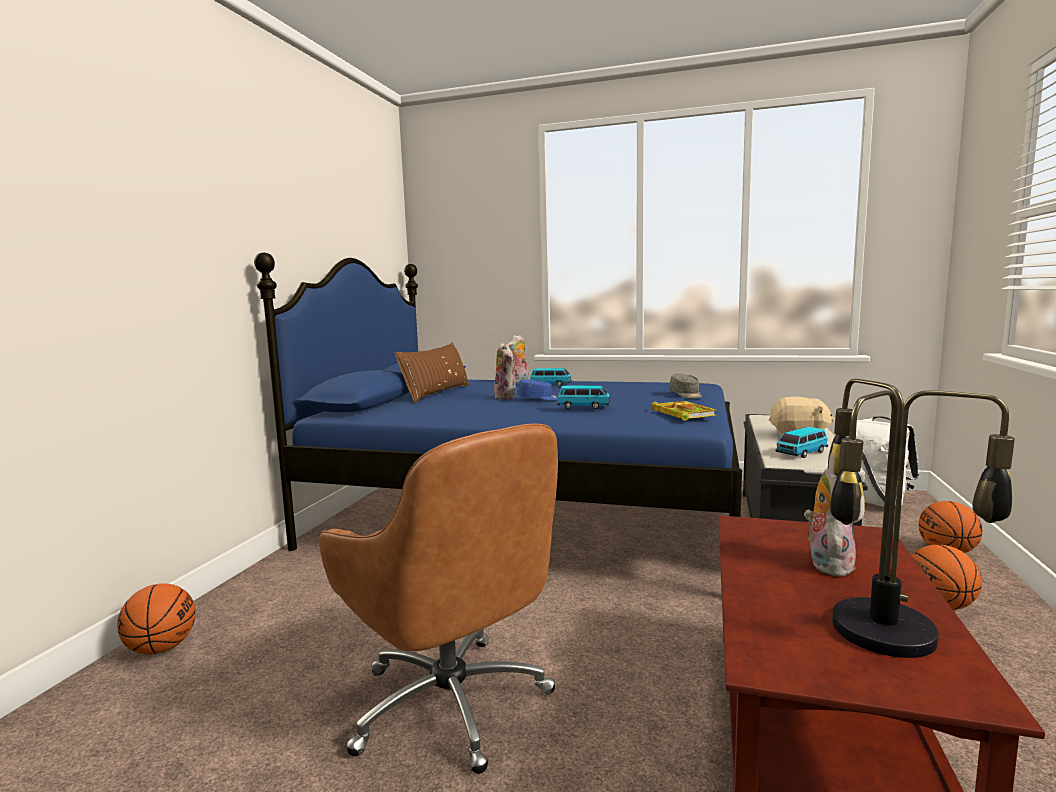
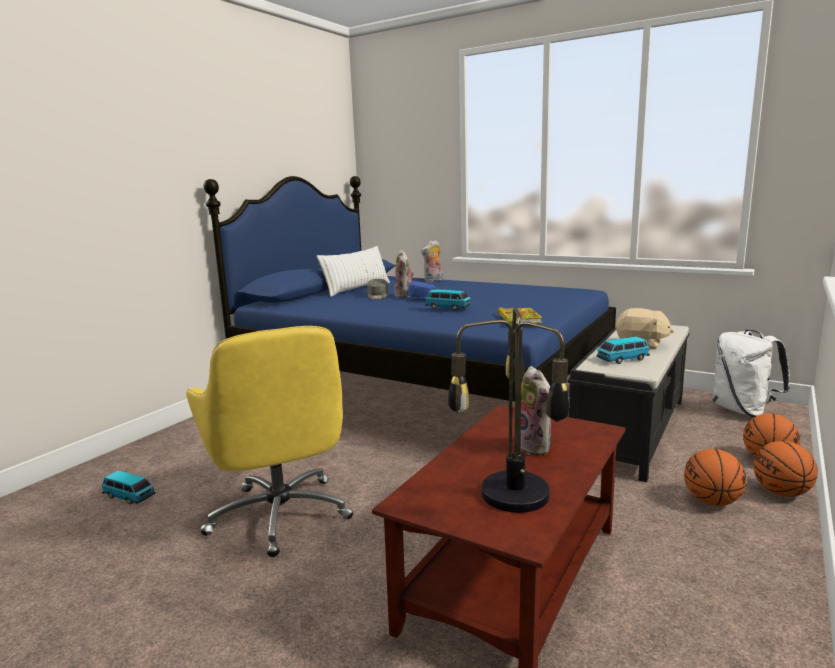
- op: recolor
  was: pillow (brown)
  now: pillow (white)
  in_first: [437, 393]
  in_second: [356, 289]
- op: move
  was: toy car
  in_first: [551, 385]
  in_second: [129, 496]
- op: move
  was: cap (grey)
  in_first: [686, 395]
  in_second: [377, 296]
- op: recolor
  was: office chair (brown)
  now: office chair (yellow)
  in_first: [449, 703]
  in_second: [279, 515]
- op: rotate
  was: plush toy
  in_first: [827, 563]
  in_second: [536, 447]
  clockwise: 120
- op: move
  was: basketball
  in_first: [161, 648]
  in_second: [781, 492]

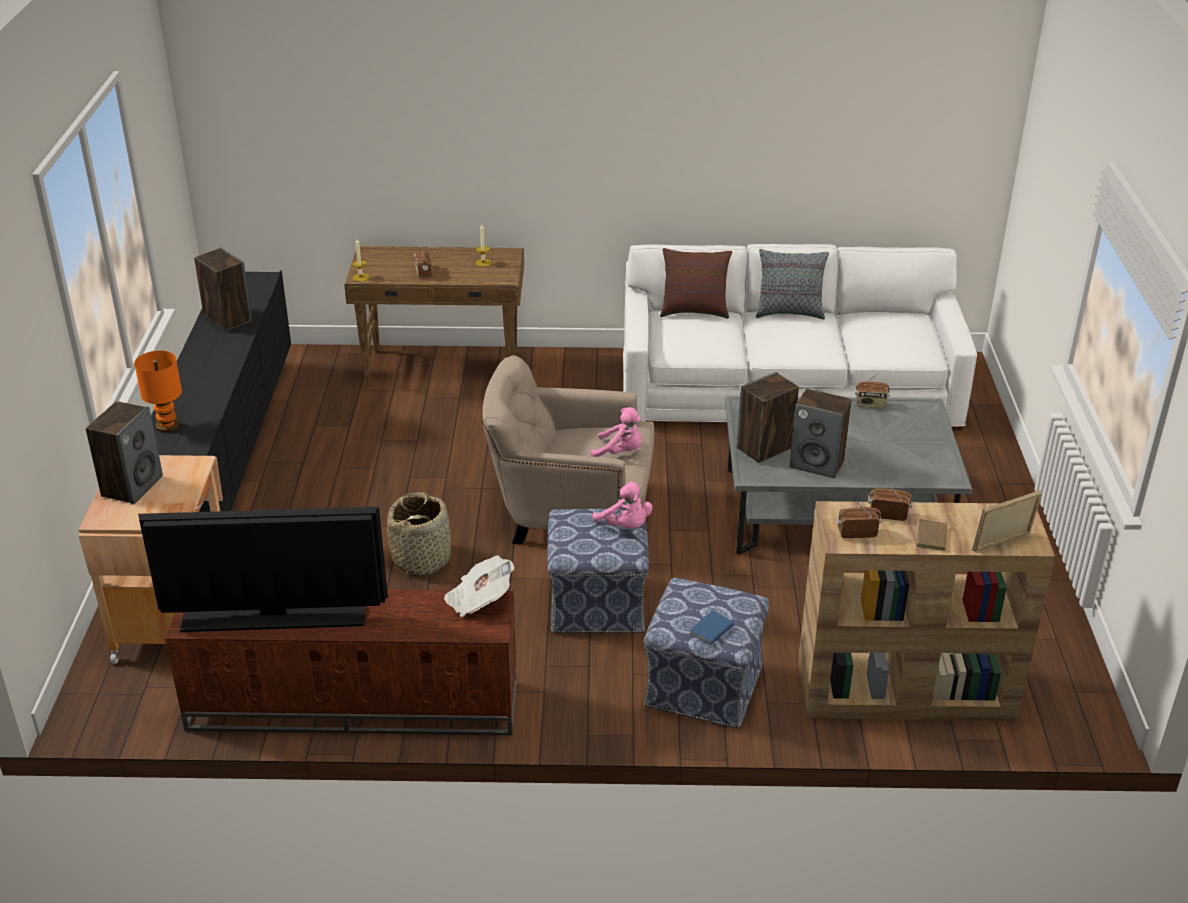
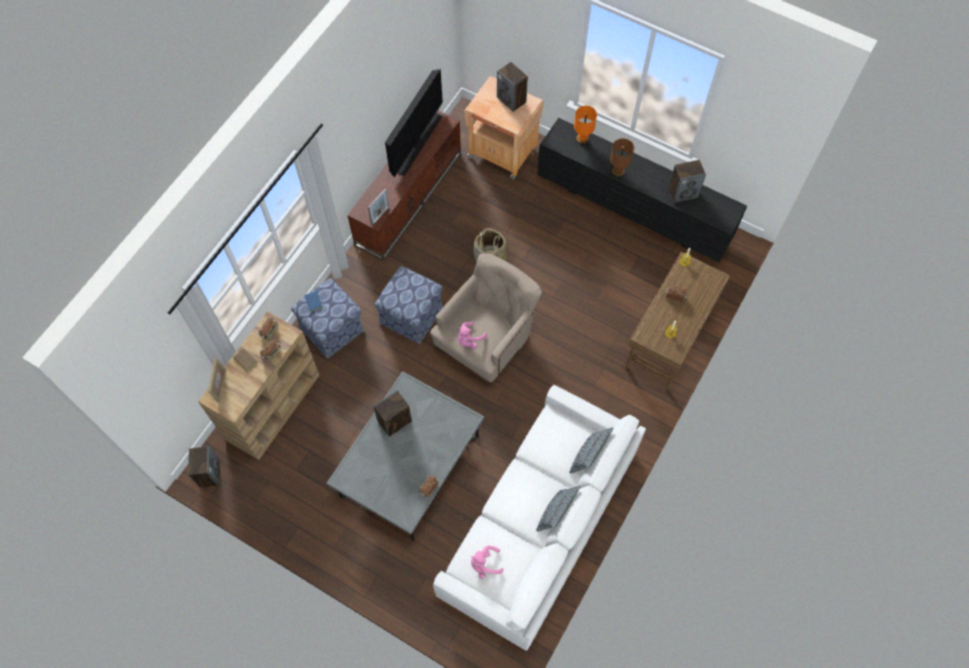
- op: recolor
  was: pillow (brown)
  now: pillow (grey)
  in_first: [694, 312]
  in_second: [588, 457]
- op: move
  was: speaker
  in_first: [764, 448]
  in_second: [209, 473]
- op: move
  was: plush toy (pink)
  in_first: [625, 526]
  in_second: [485, 564]
- op: replace
  was: newspaper
  now: picture frame
  in_first: [479, 600]
  in_second: [380, 216]
- op: insert
  now: table lamp (brown)
  in_second: [618, 171]

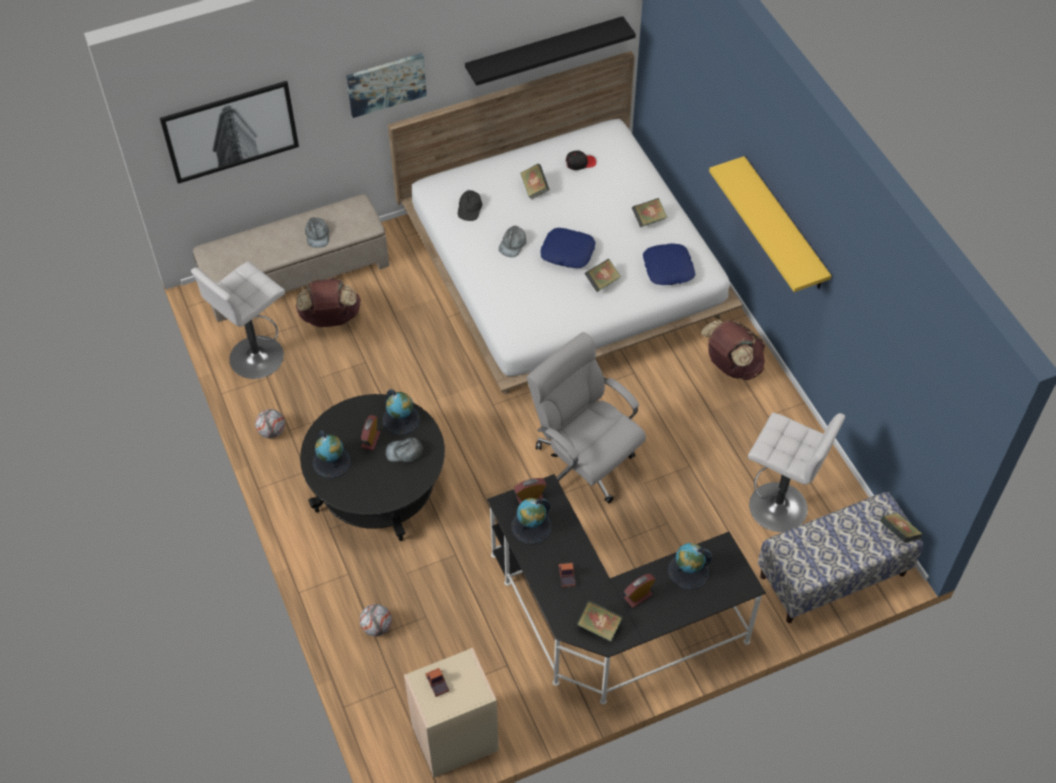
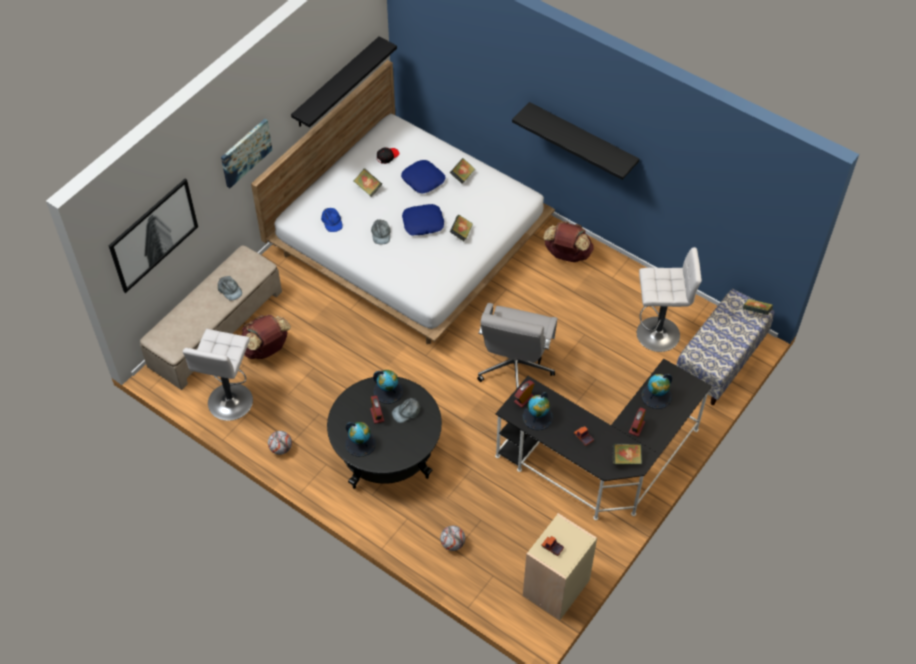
- op: recolor
  was: shelf (yellow)
  now: shelf (black)
  in_first: [784, 225]
  in_second: [582, 138]
- op: recolor
  was: cap (black)
  now: cap (blue)
  in_first: [469, 208]
  in_second: [332, 222]
- op: move
  was: pillow (blue)
  in_first: [668, 268]
  in_second: [423, 179]
- op: rotate
  was: office chair (grey)
  in_first: [583, 465]
  in_second: [515, 367]
  clockwise: -90

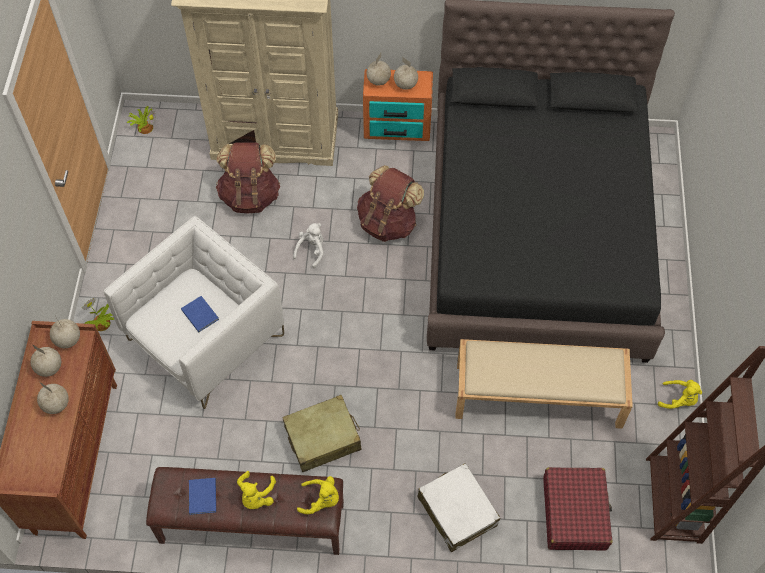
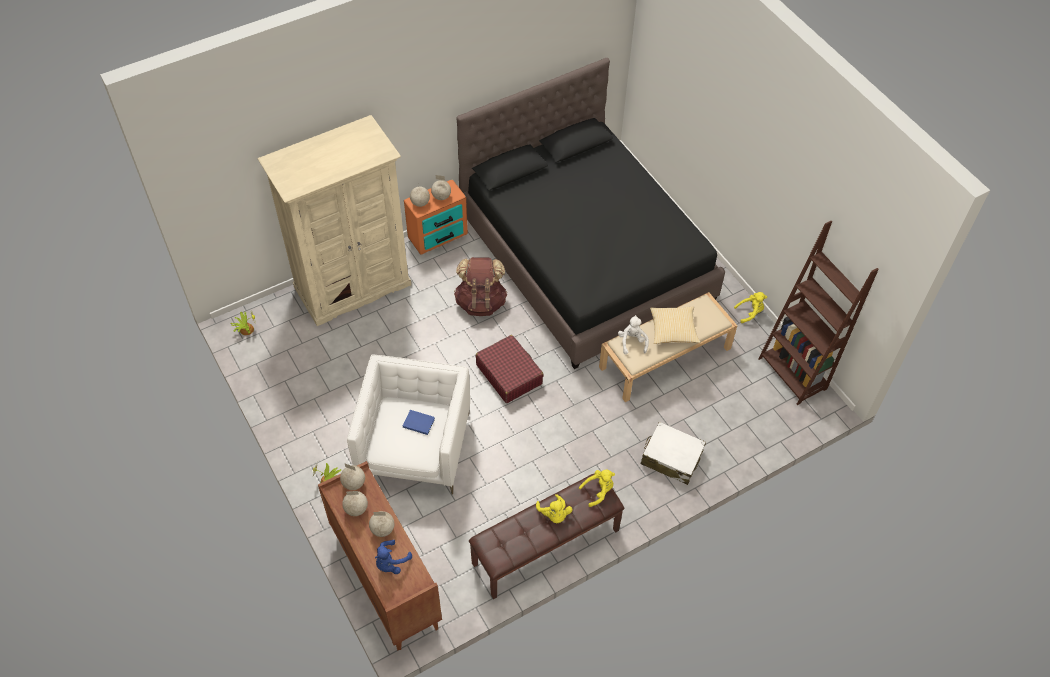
- op: delete
  was: backpack (brown)
  in_first: [250, 195]
- op: move
  was: plush toy (white)
  in_first: [311, 250]
  in_second: [632, 342]
- op: delete
  was: suitcase (beige)
  in_first: [323, 438]
- op: move
  was: suitcase (red)
  in_first: [574, 513]
  in_second: [509, 374]
- op: delete
  was: book (blue)
  in_first: [202, 497]
- op: insert
  now: pillow
  in_second: [673, 330]
- op: insert
  now: plush toy (blue)
  in_second: [391, 563]

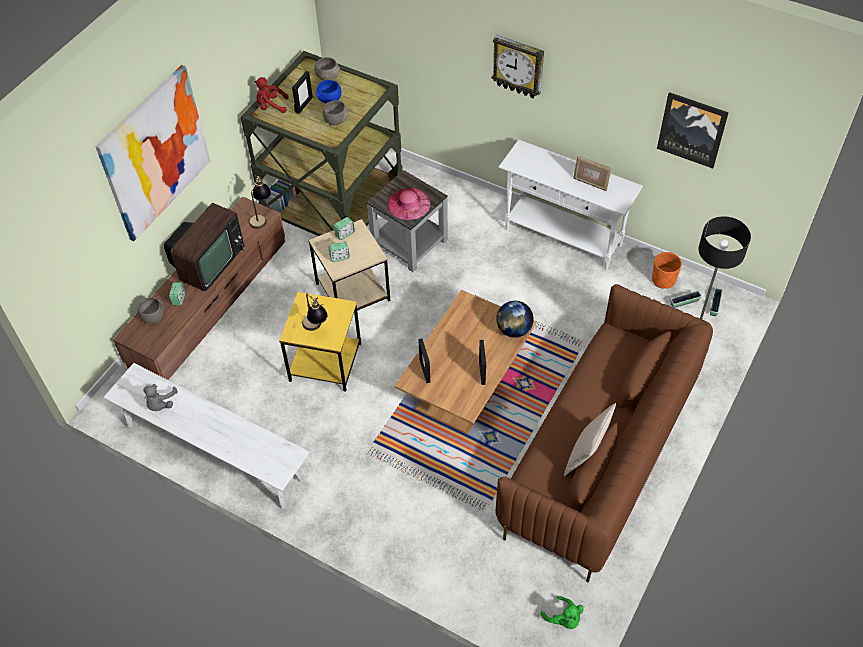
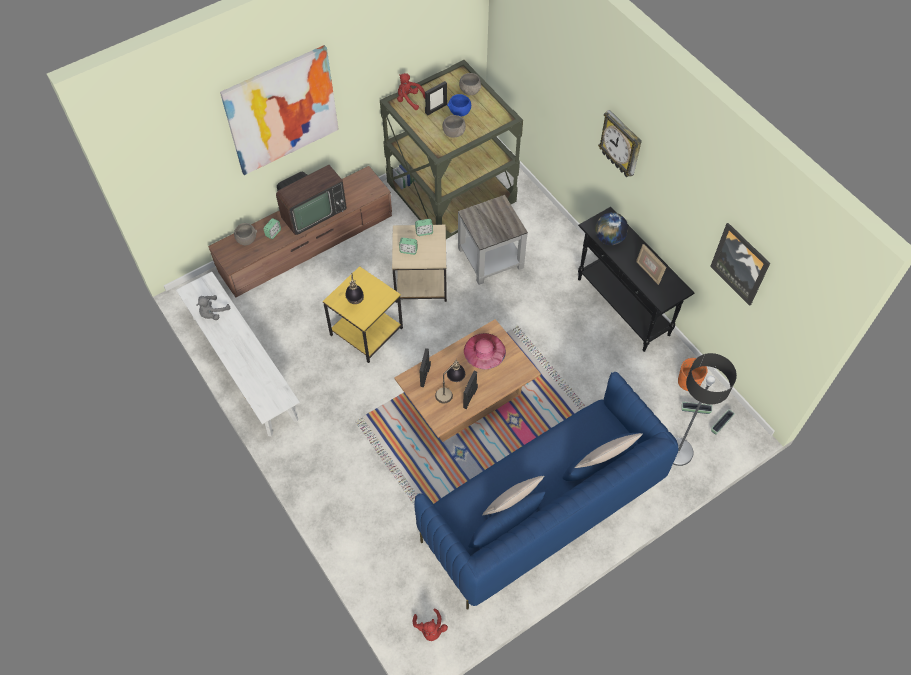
- op: recolor
  was: console table (white)
  now: console table (black)
  in_first: [563, 238]
  in_second: [623, 307]
- op: move
  was: table lamp
  in_first: [262, 217]
  in_second: [450, 391]
- op: move
  was: hat (pink)
  in_first: [409, 204]
  in_second: [484, 351]
- op: recolor
  was: sofa (brown)
  now: sofa (blue)
  in_first: [599, 451]
  in_second: [542, 506]
- op: move
  was: globe
  in_first: [514, 330]
  in_second: [609, 238]
- op: recolor
  was: plush toy (green)
  now: plush toy (red)
  in_first: [564, 619]
  in_second: [430, 629]
- op: insert
  now: pillow (beige)
  in_second: [604, 463]

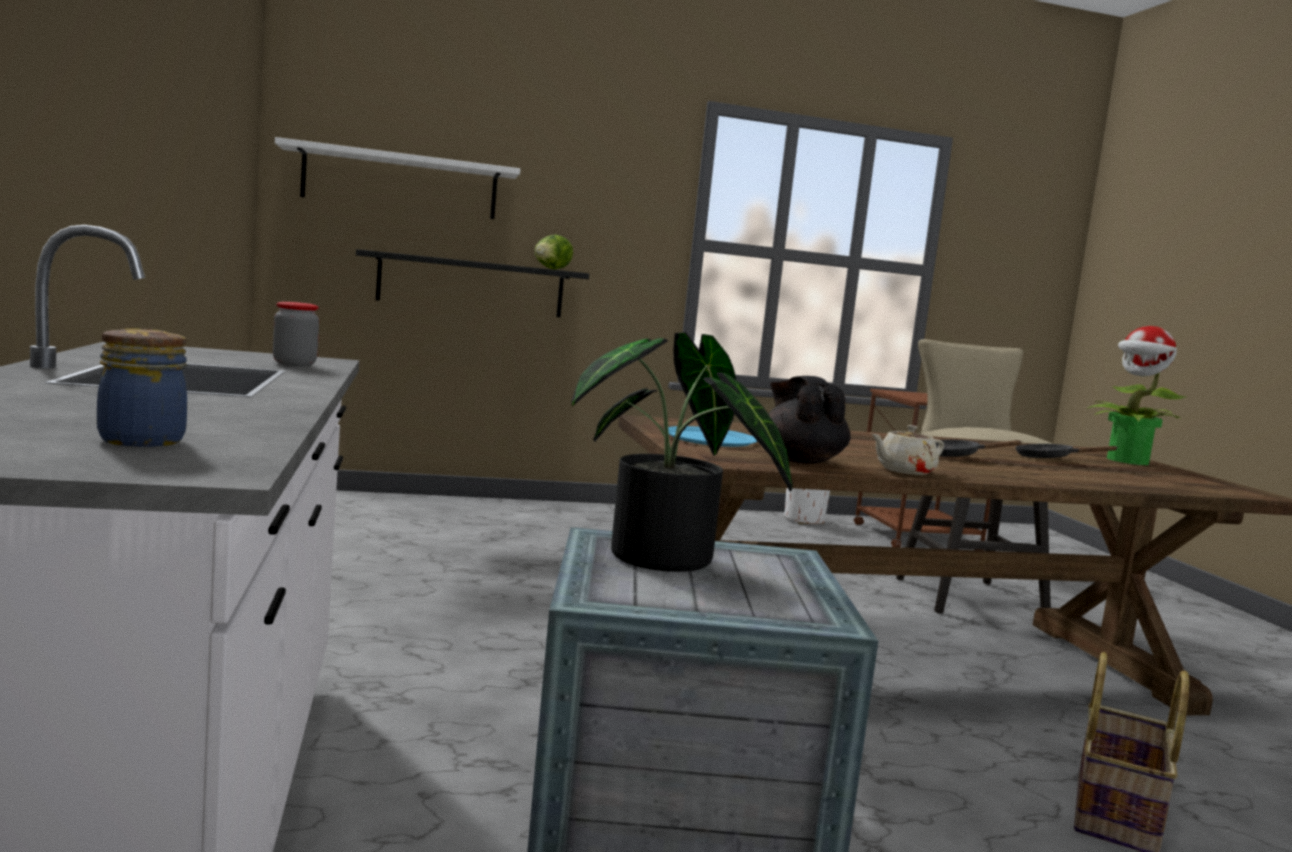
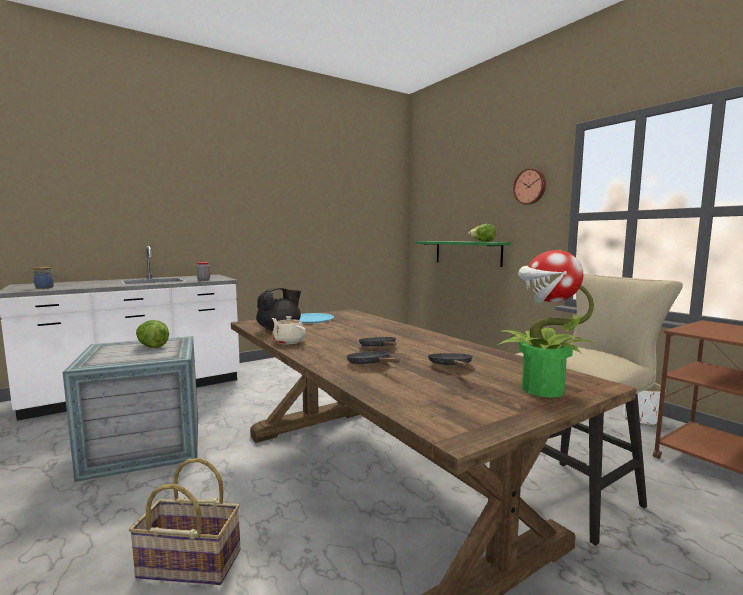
- op: delete
  was: shelf (white)
  in_first: [401, 183]
- op: recolor
  was: shelf (black)
  now: shelf (green)
  in_first: [471, 285]
  in_second: [467, 252]
- op: replace
  was: potted plant
  now: lettuce
  in_first: [665, 562]
  in_second: [152, 346]
- op: insert
  now: wall clock
  in_second: [530, 186]
- op: insert
  now: frying pan (black)
  in_second: [370, 364]

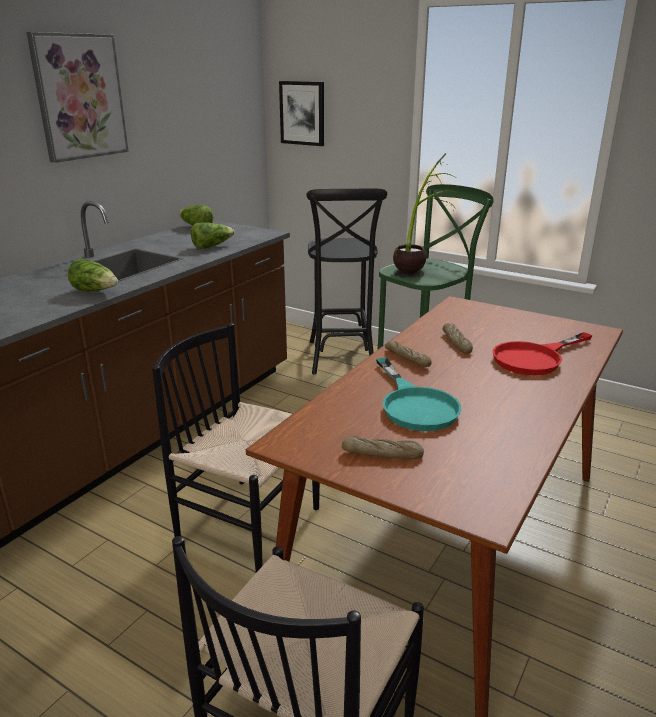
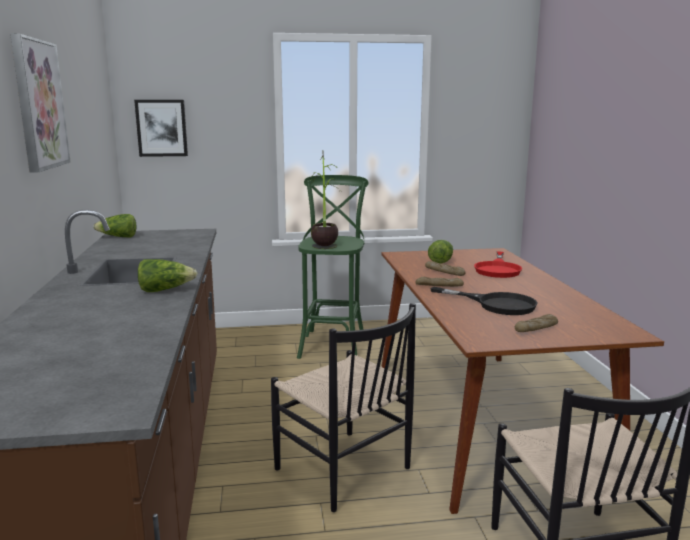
- op: delete
  was: stool (black)
  in_first: [341, 358]
- op: move
  was: lettuce
  in_first: [212, 246]
  in_second: [440, 260]
- op: rotate
  was: chair (black)
  in_first: [244, 523]
  in_second: [346, 472]
  clockwise: -120
- op: recolor
  was: frying pan (turquoise)
  now: frying pan (black)
  in_first: [415, 404]
  in_second: [496, 304]

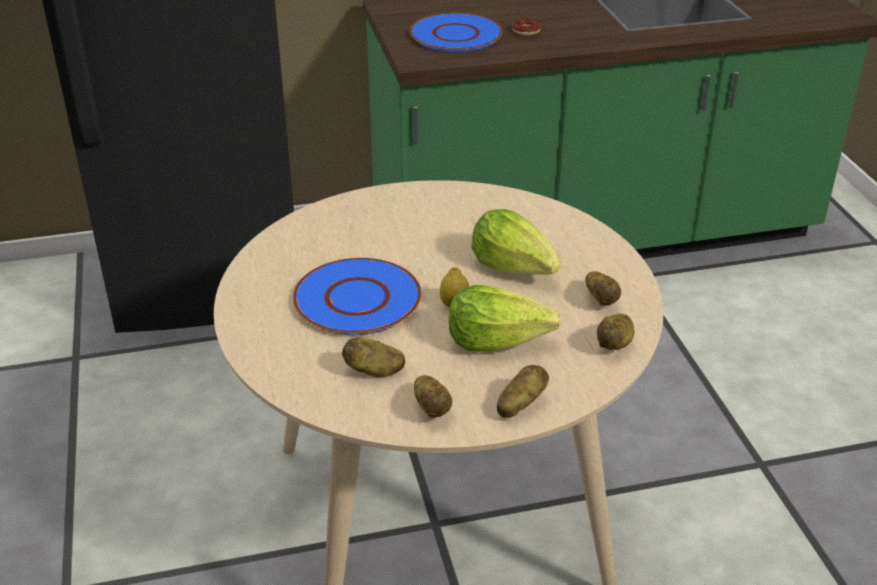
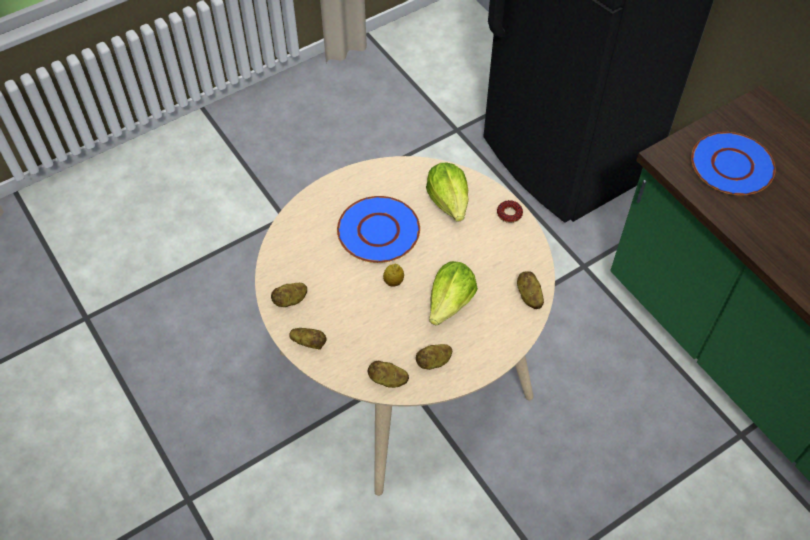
- op: move
  was: donut
  in_first: [526, 31]
  in_second: [509, 214]
- op: move
  was: lettuce
  in_first: [497, 340]
  in_second: [449, 201]
- op: move
  was: potato
  in_first: [374, 371]
  in_second: [528, 296]

